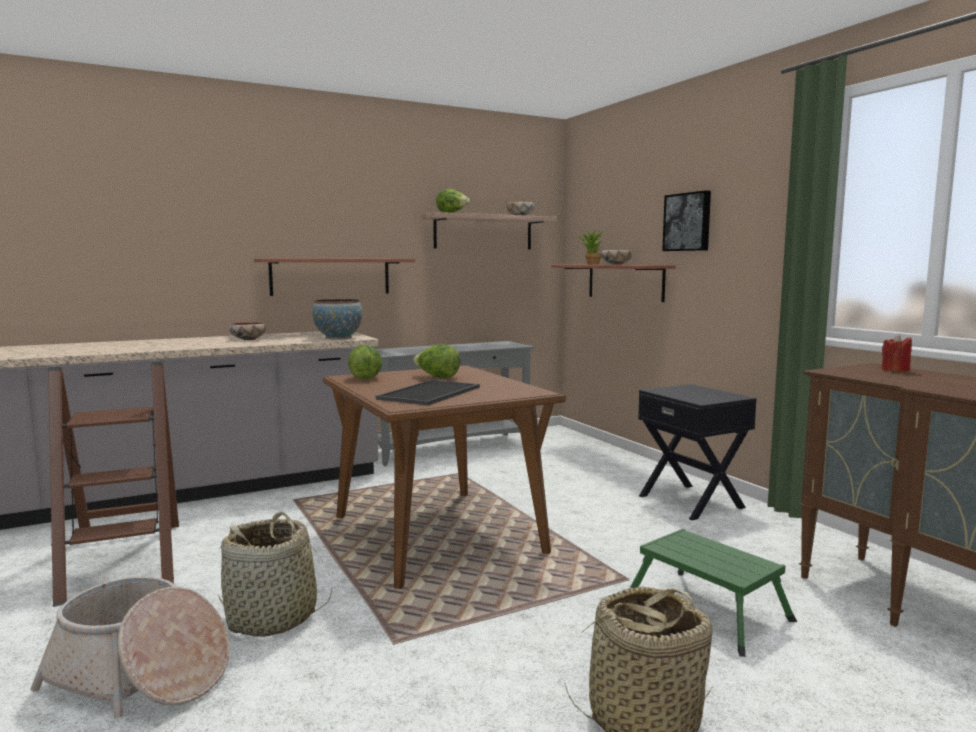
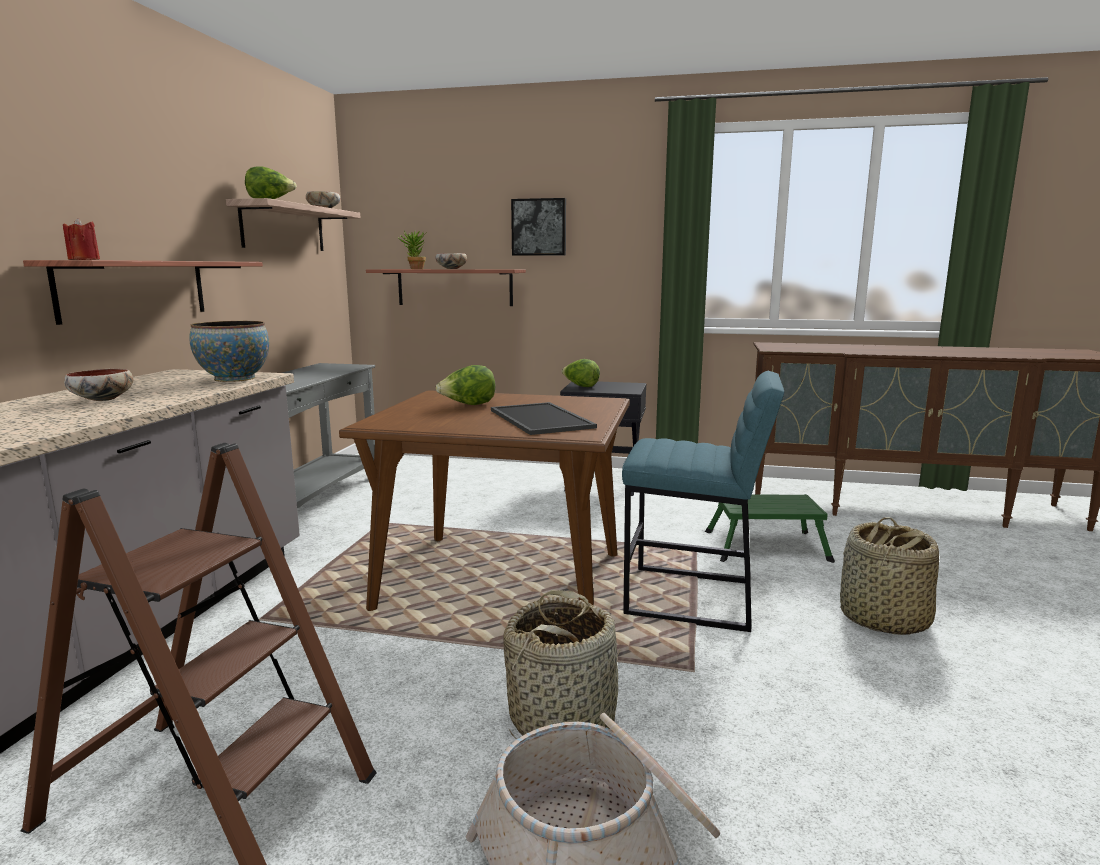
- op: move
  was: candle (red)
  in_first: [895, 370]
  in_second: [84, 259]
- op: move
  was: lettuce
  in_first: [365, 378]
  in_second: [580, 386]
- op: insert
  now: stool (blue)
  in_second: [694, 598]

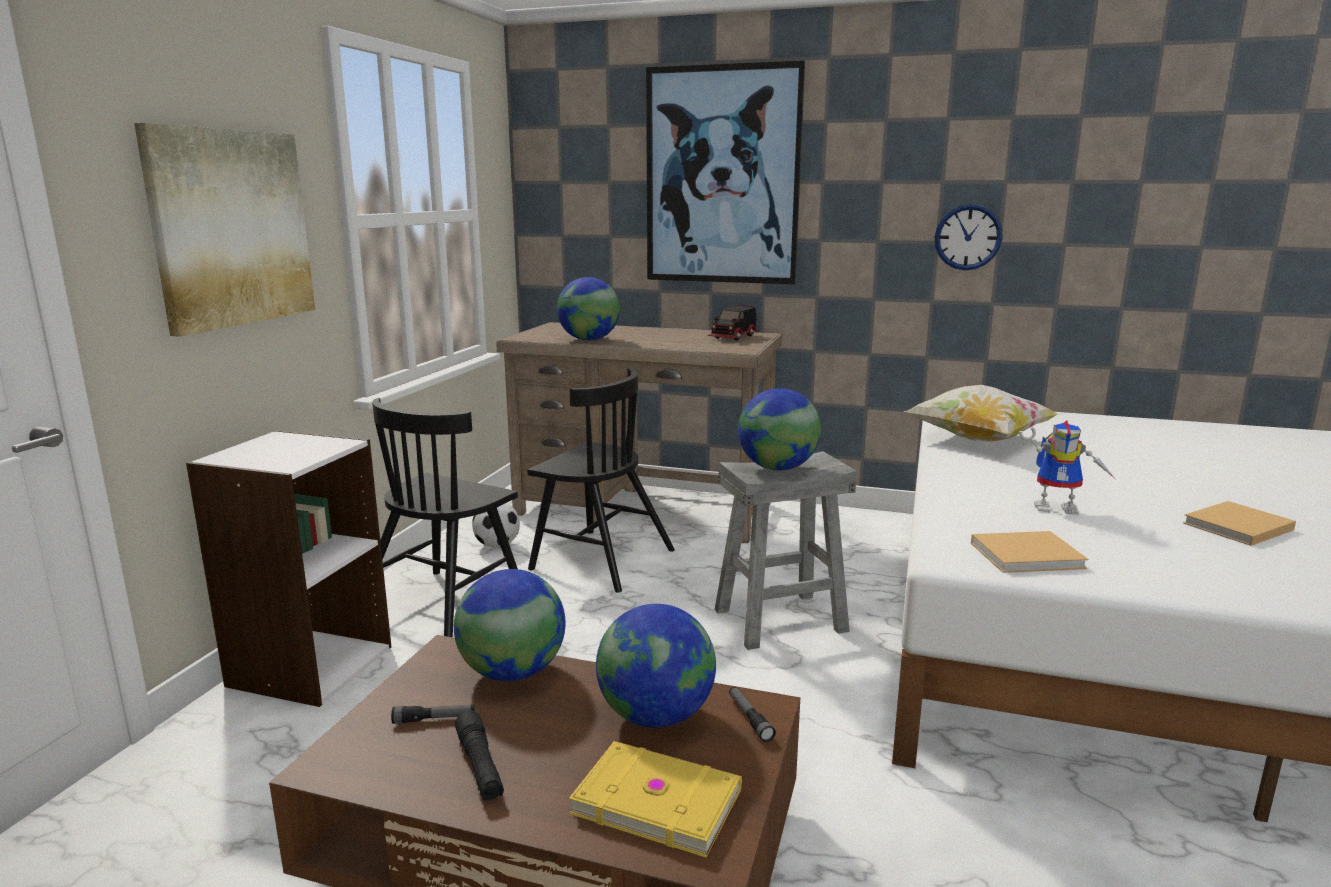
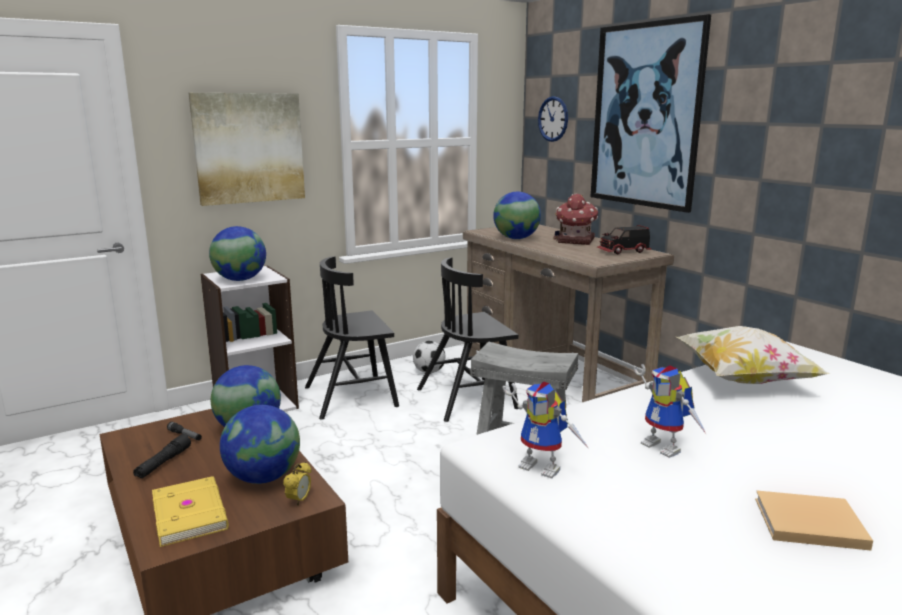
- op: move
  was: wall clock
  in_first: [968, 237]
  in_second: [553, 119]
- op: rotate
  was: chair (black)
  in_first: [596, 557]
  in_second: [472, 397]
  clockwise: 90
- op: move
  was: globe
  in_first: [777, 468]
  in_second: [240, 280]
- op: replace
  was: book (beige)
  now: toy robot
  in_first: [1029, 555]
  in_second: [545, 467]
- op: replace
  was: flashlight
  now: alarm clock
  in_first: [749, 718]
  in_second: [299, 500]
- op: insert
  now: toy house
  in_second: [575, 241]

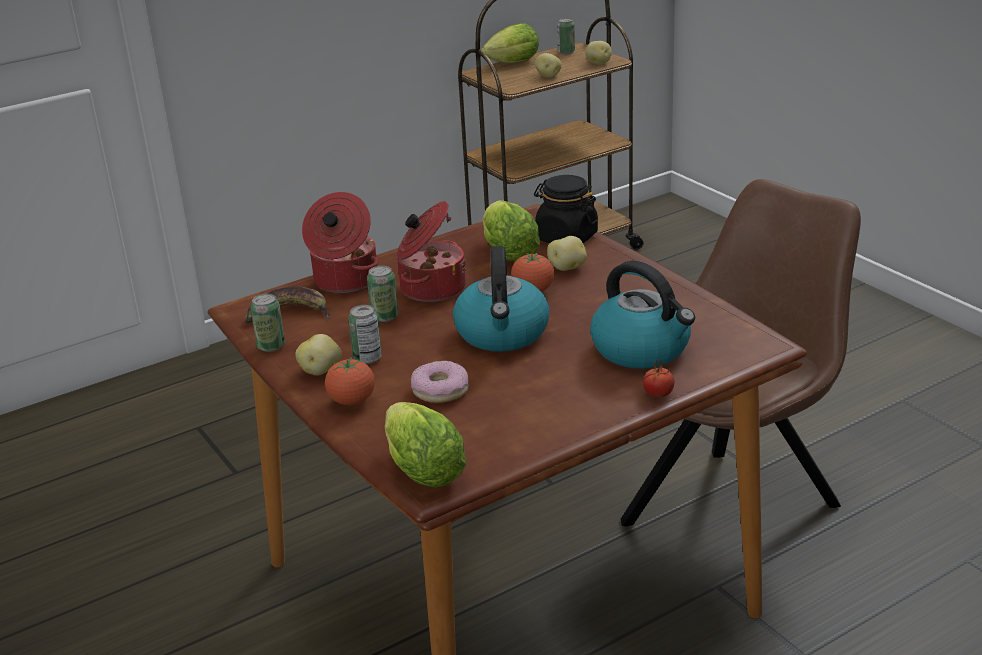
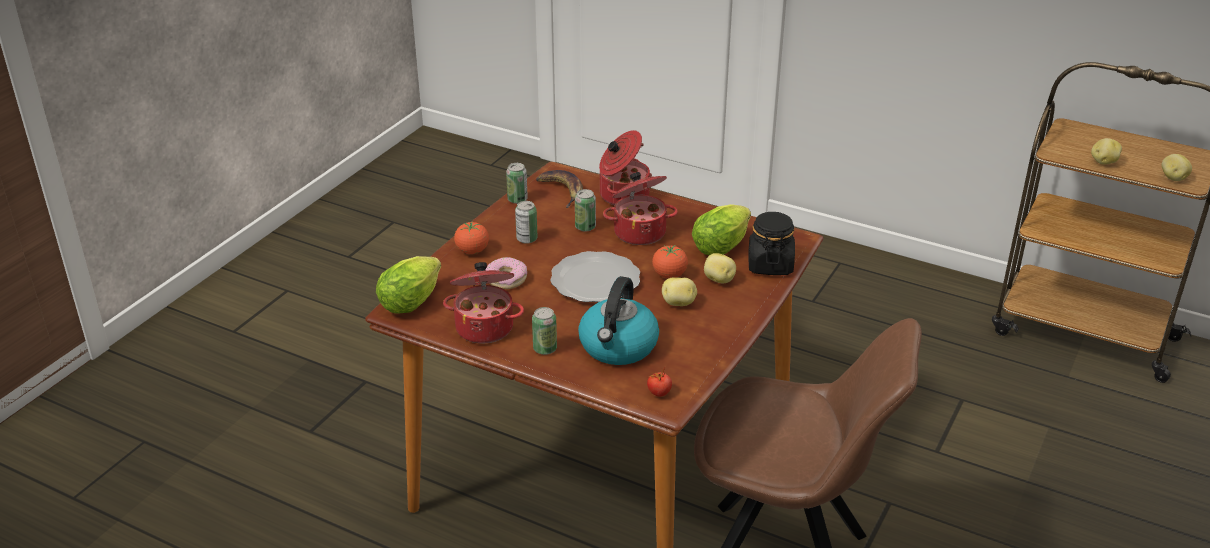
- op: move
  was: can
  in_first: [566, 52]
  in_second: [545, 349]
- op: delete
  was: lettuce
  in_first: [510, 64]
- op: replace
  was: kettle
  now: plate
  in_first: [502, 334]
  in_second: [596, 281]
- op: move
  was: potato
  in_first: [321, 370]
  in_second: [679, 303]
- op: move
  was: tomato
  in_first: [658, 394]
  in_second: [659, 393]
- op: insert
  now: cooking pot
  in_second: [485, 327]

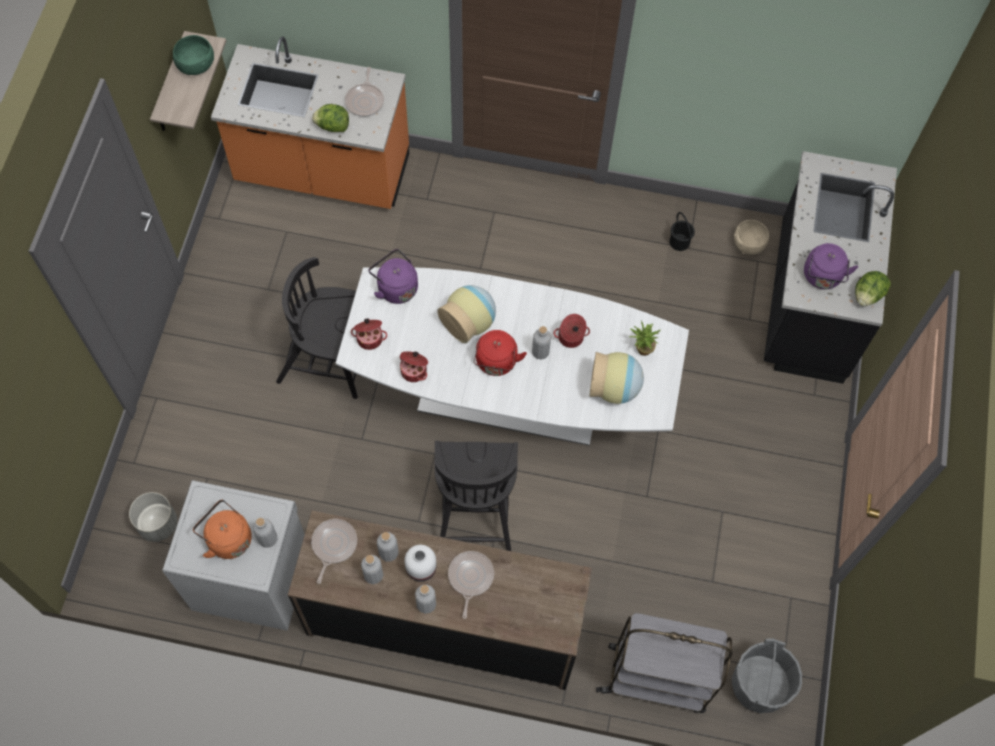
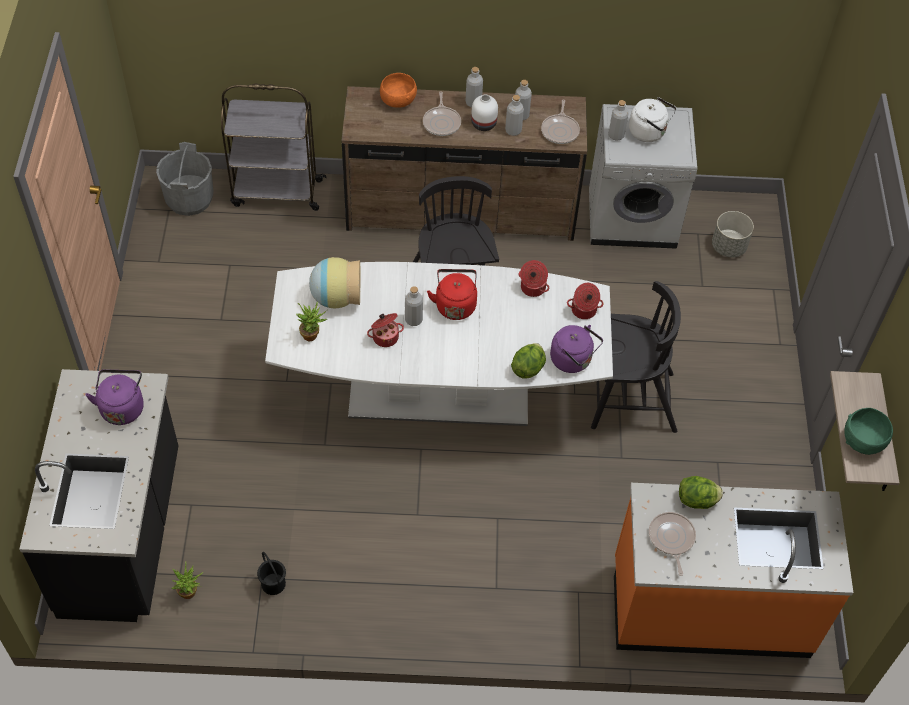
- op: replace
  was: bowl (beige)
  now: potted plant
  in_first: [748, 244]
  in_second: [190, 594]
- op: move
  was: lettuce
  in_first: [867, 295]
  in_second: [528, 368]
- op: delete
  was: vase
  in_first: [470, 322]
- op: recolor
  was: kettle (orange)
  now: kettle (white)
  in_first: [227, 538]
  in_second: [649, 132]
- op: insert
  now: bowl (orange)
  in_second: [397, 101]

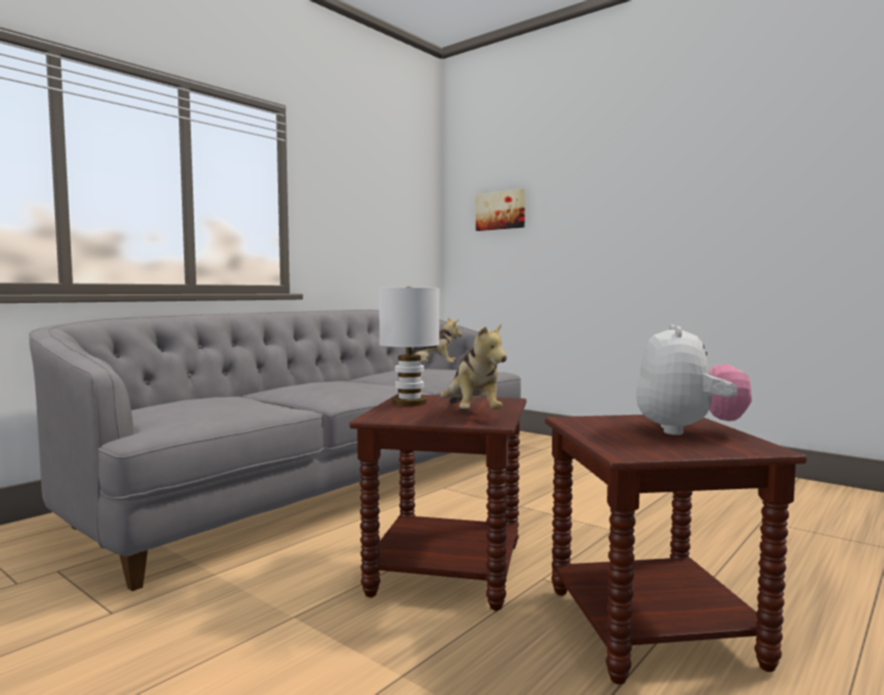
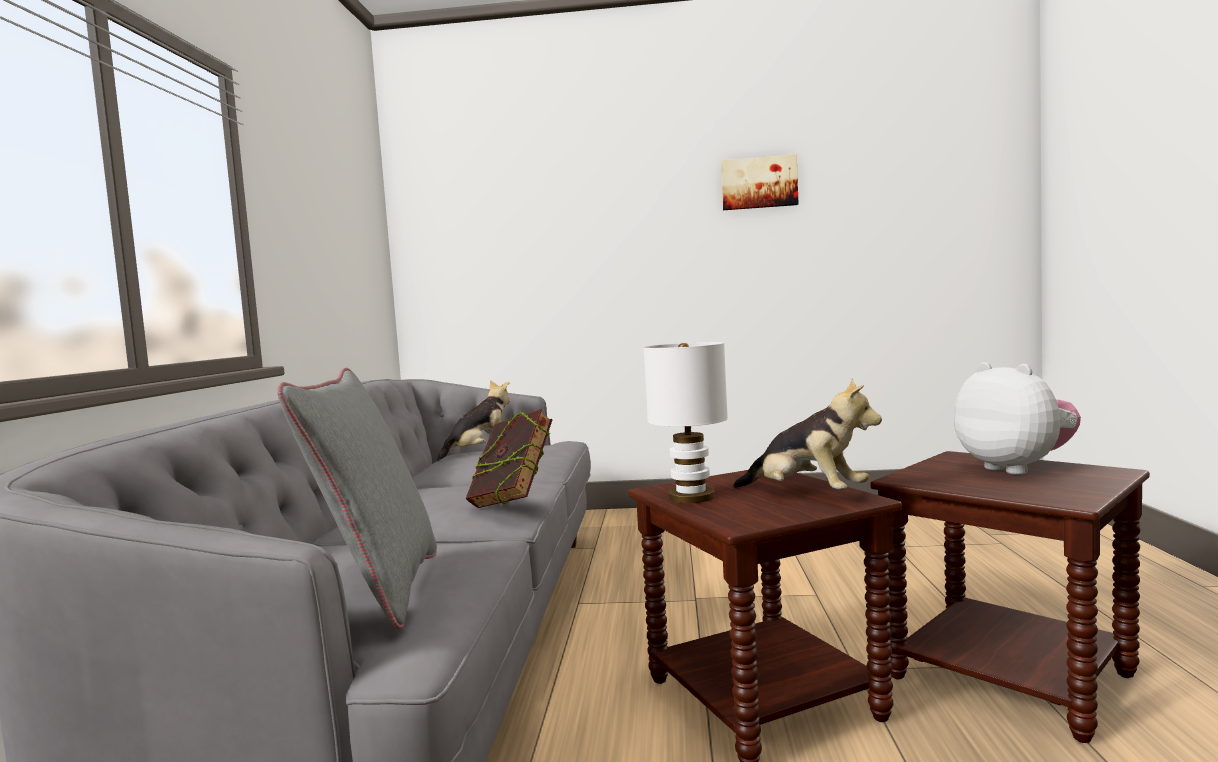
- op: move
  was: picture
  in_first: [501, 210]
  in_second: [759, 183]
- op: insert
  now: pillow (grey)
  in_second: [380, 590]
- op: insert
  now: book
  in_second: [513, 503]

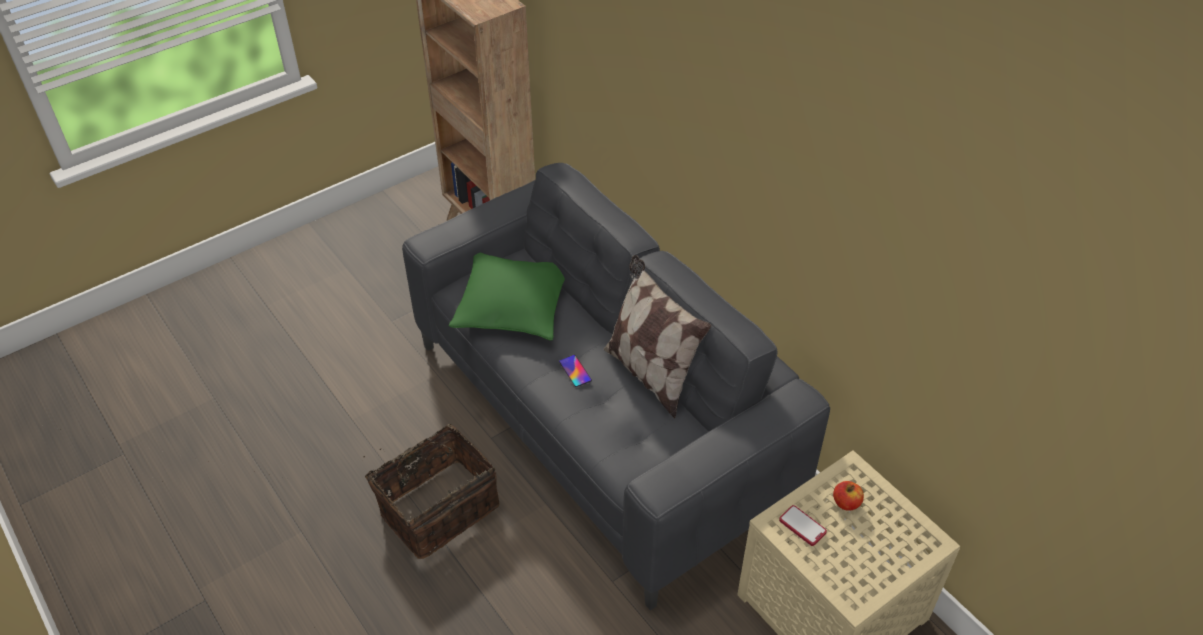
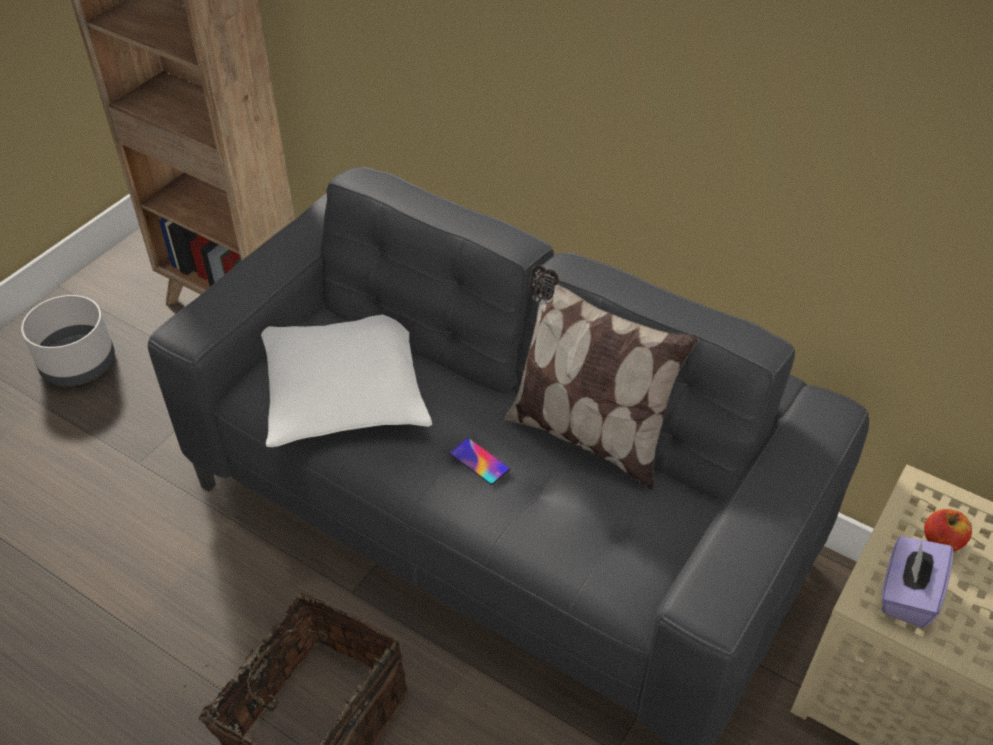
- op: recolor
  was: pillow (green)
  now: pillow (white)
  in_first: [513, 306]
  in_second: [344, 391]
- op: replace
  was: phone
  now: tissue box (purple)
  in_first: [802, 526]
  in_second: [907, 594]
- op: insert
  now: planter (grey)
  in_second: [77, 364]

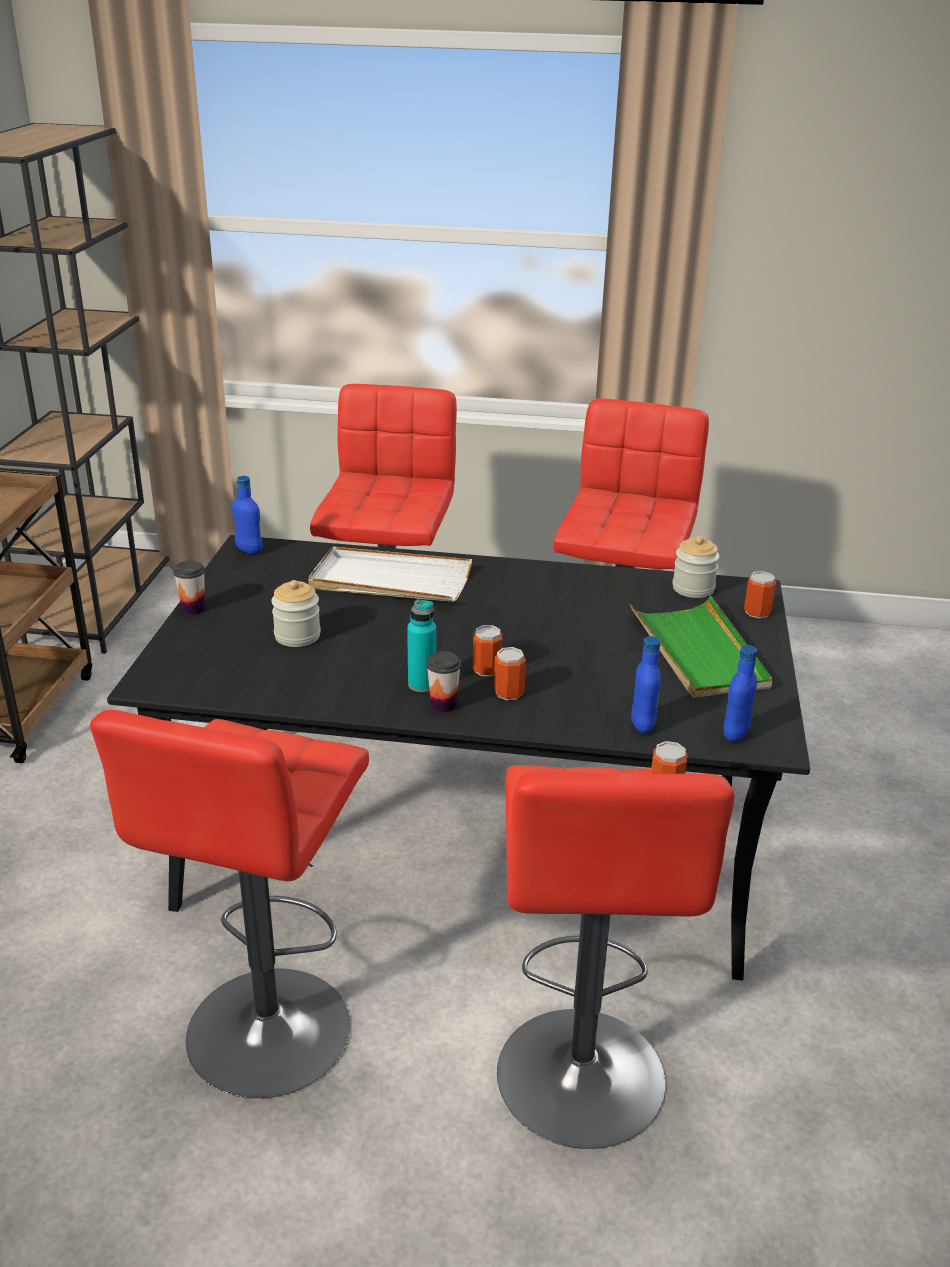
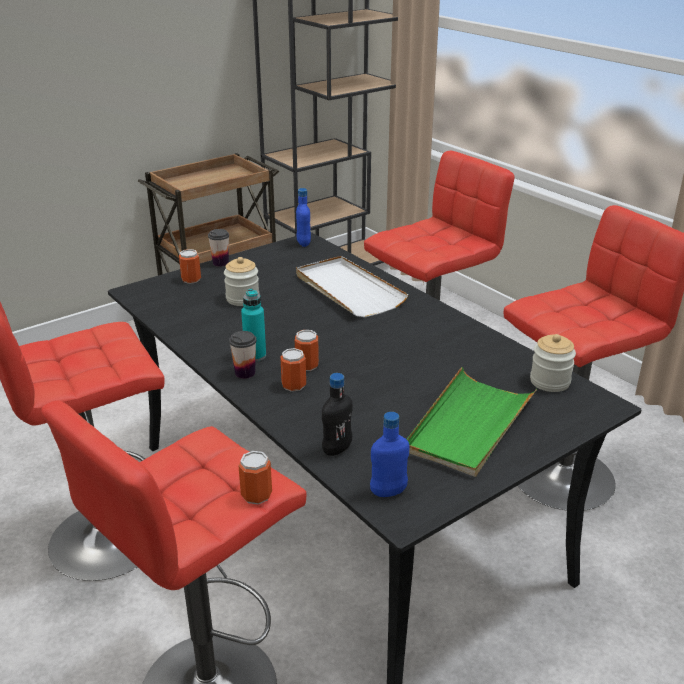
- op: move
  was: can
  in_first: [757, 612]
  in_second: [191, 279]
- op: recolor
  was: bottle (blue)
  now: bottle (black)
  in_first: [642, 725]
  in_second: [337, 449]

